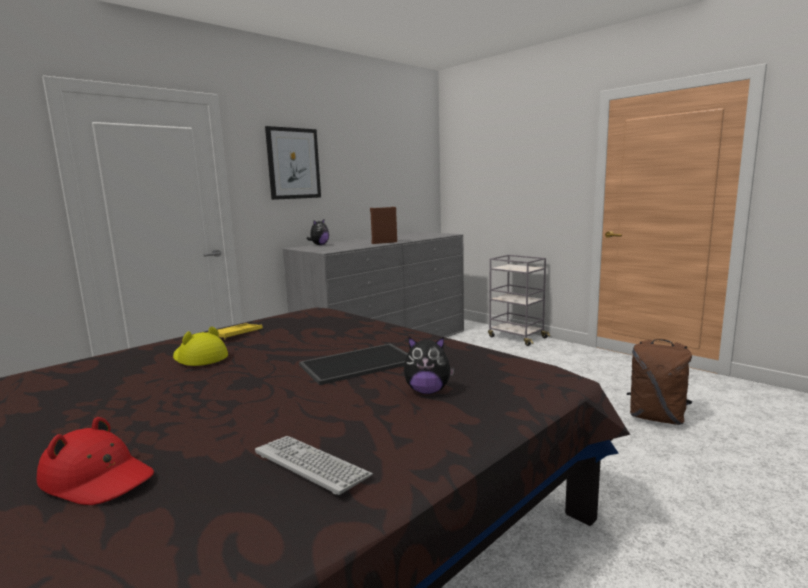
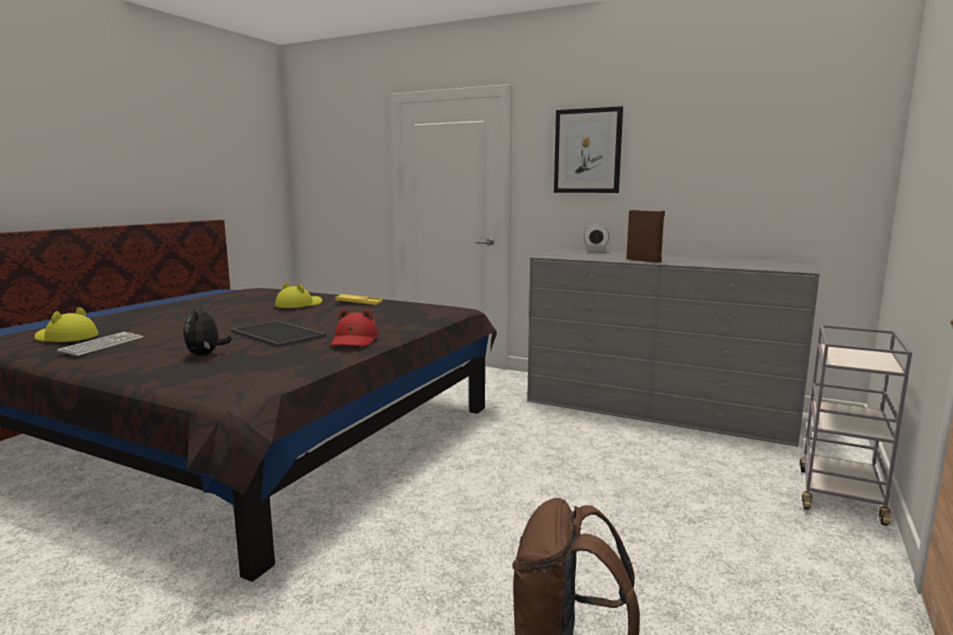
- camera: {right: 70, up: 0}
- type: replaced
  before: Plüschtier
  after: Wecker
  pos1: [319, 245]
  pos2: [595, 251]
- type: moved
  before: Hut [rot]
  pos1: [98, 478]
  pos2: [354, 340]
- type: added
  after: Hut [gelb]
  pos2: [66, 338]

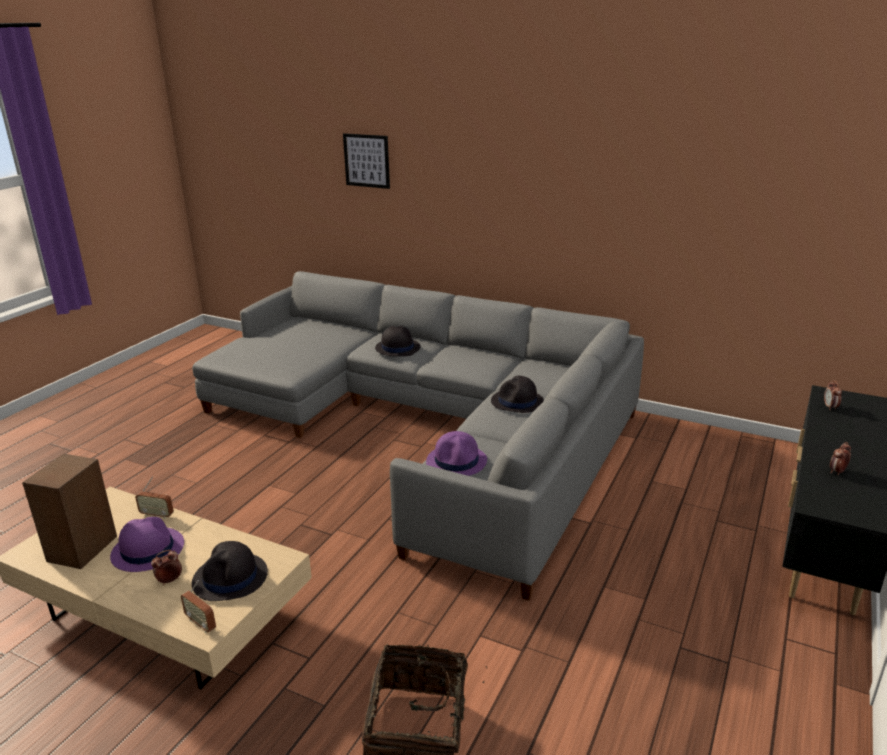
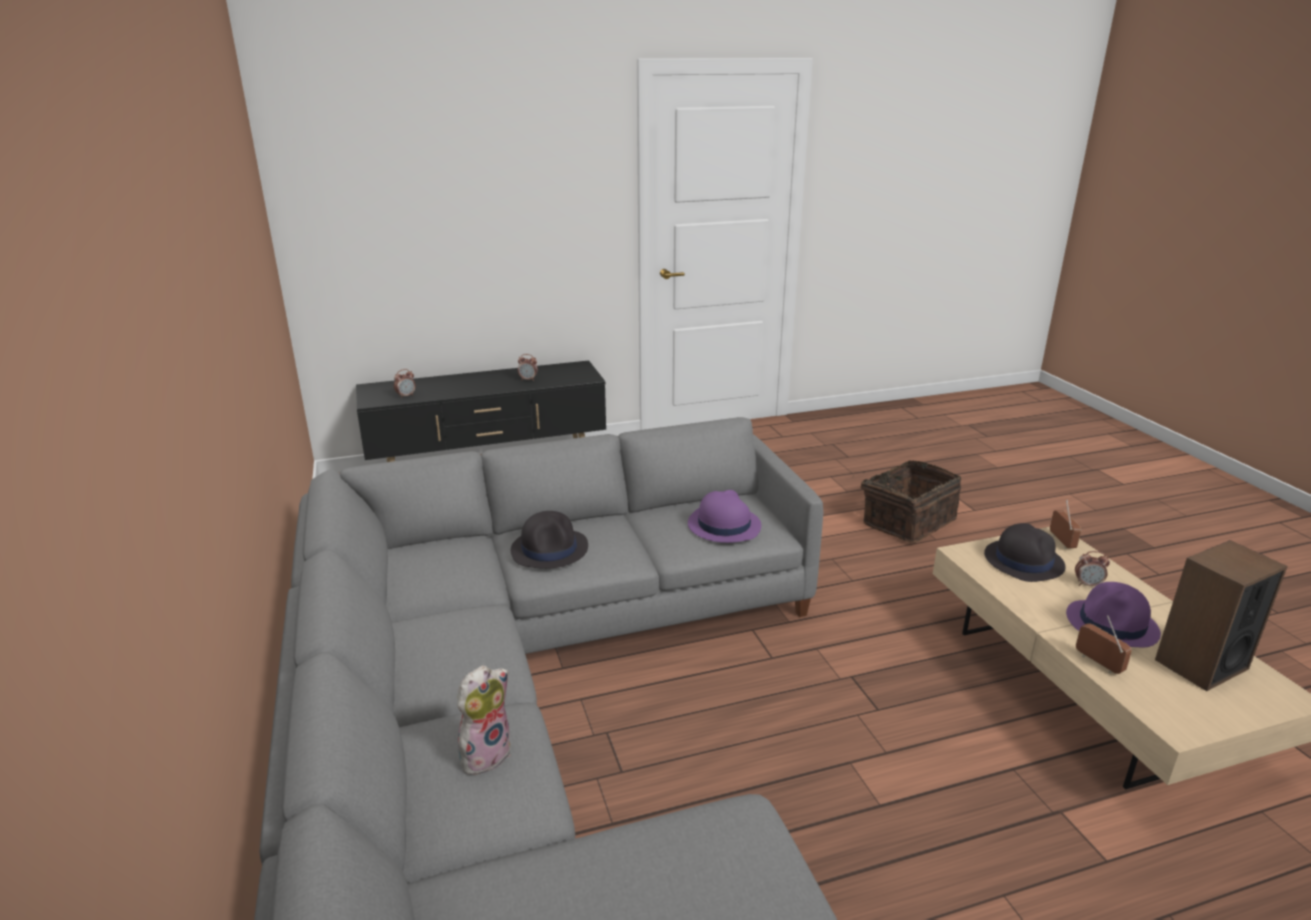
- camera: {right: -135, up: 0}
- type: removed
  before: Bild
  pos1: [367, 160]
- type: replaced
  before: Hut [schwarz]
  after: Plüschtier
  pos1: [397, 348]
  pos2: [485, 753]

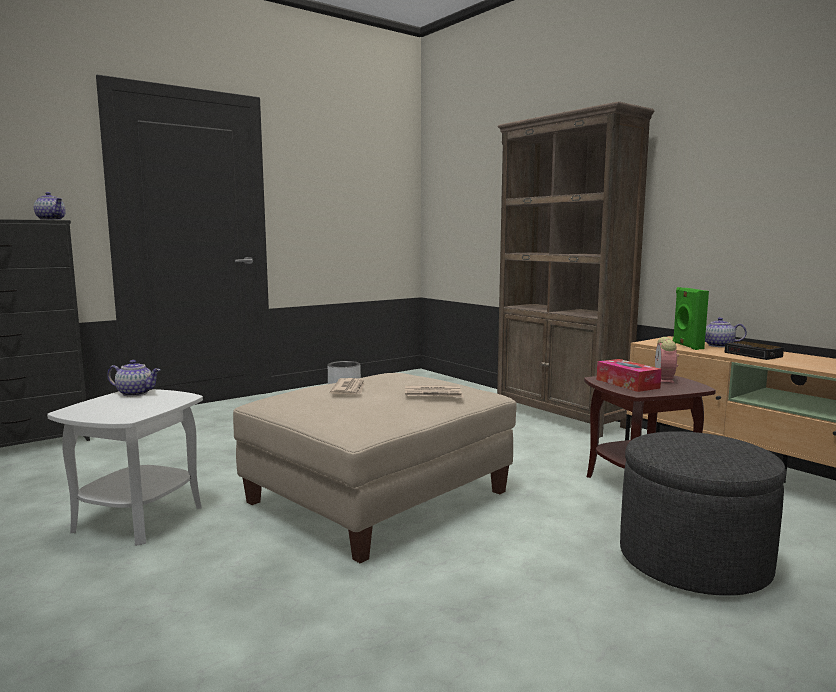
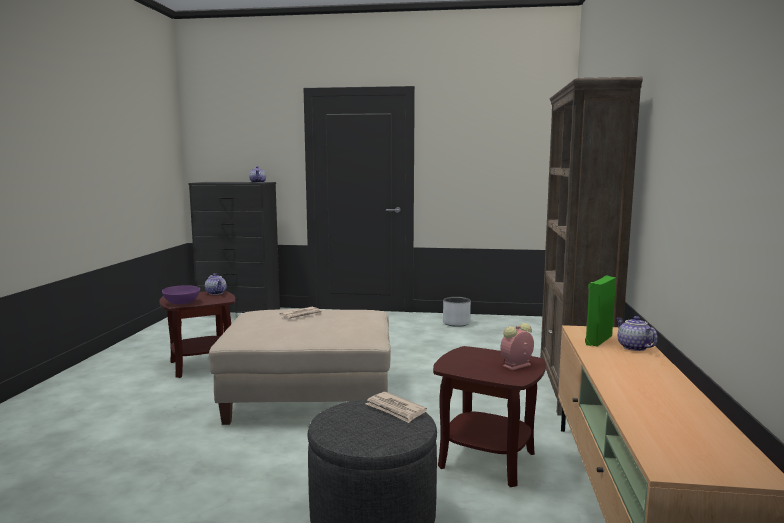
- camera: {right: 45, up: 0}
- type: removed
  before: Wecker
  pos1: [754, 355]
- type: removed
  before: Taschentuchbox
  pos1: [627, 384]
- type: moved
  before: Zeitung
  pos1: [433, 394]
  pos2: [395, 409]
- type: recoloured
  before: Beistelltisch [weiß]
  after: Beistelltisch [braun]
  pos1: [138, 518]
  pos2: [201, 365]
- type: added
  after: Schüssel [lila]
  pos2: [182, 303]

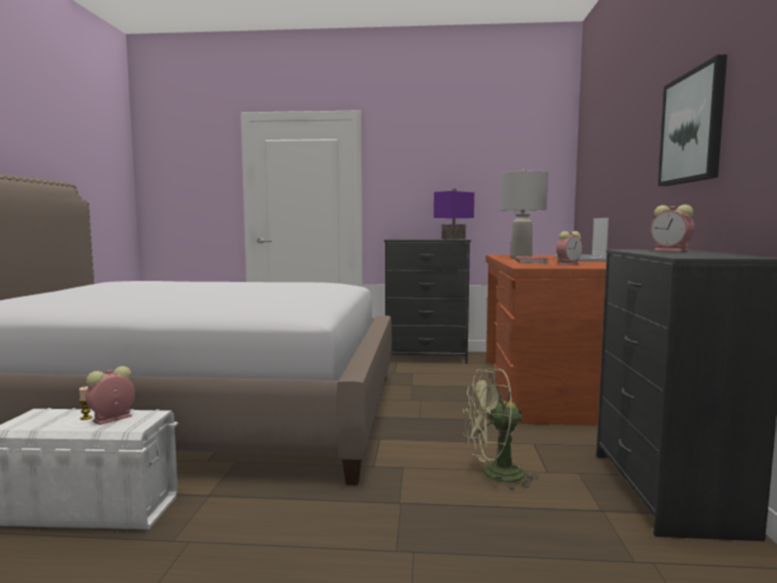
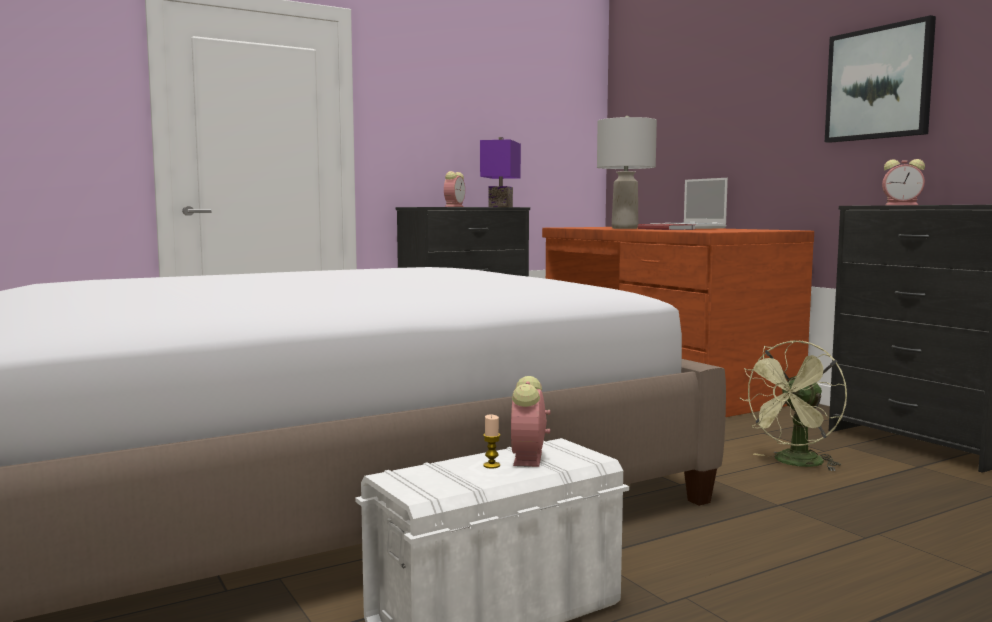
- camera: {right: -35, up: 0}
- type: moved
  before: Wecker
  pos1: [568, 264]
  pos2: [454, 206]

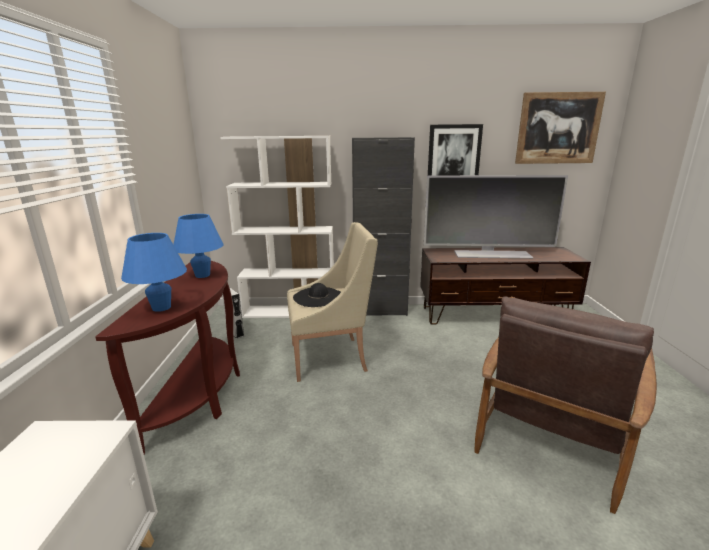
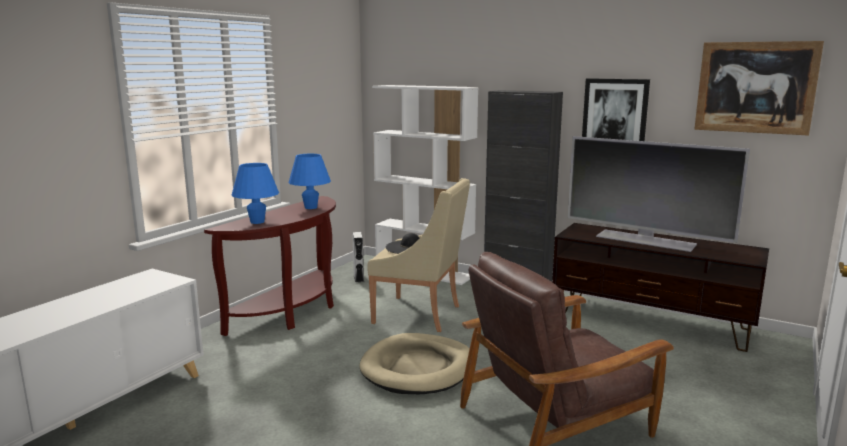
- camera: {right: 30, up: -5}
- type: added
  after: Hundebett [beige]
  pos2: [418, 368]

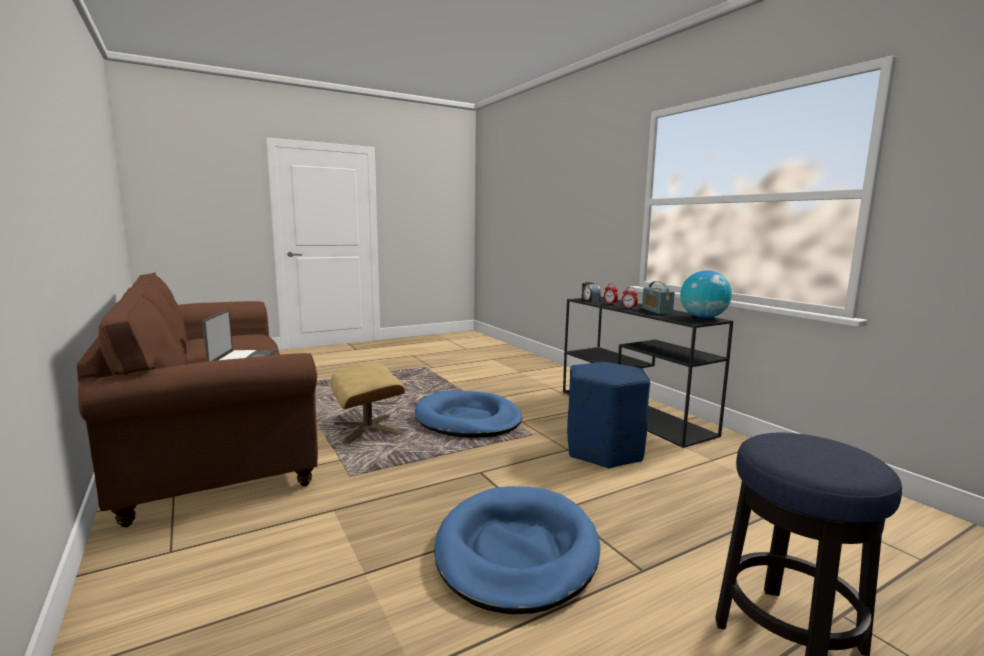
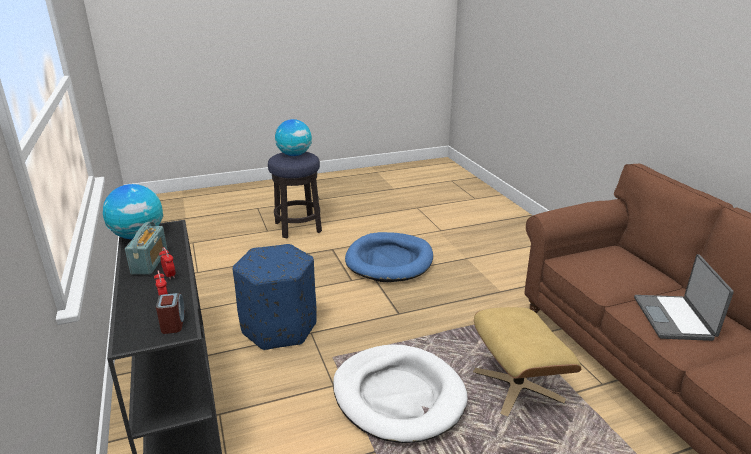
- camera: {right: -170, up: 15}
- type: recoloured
  before: Hundebett [blau]
  after: Hundebett [weiß]
  pos1: [468, 419]
  pos2: [398, 396]
- type: added
  after: Globus
  pos2: [294, 155]

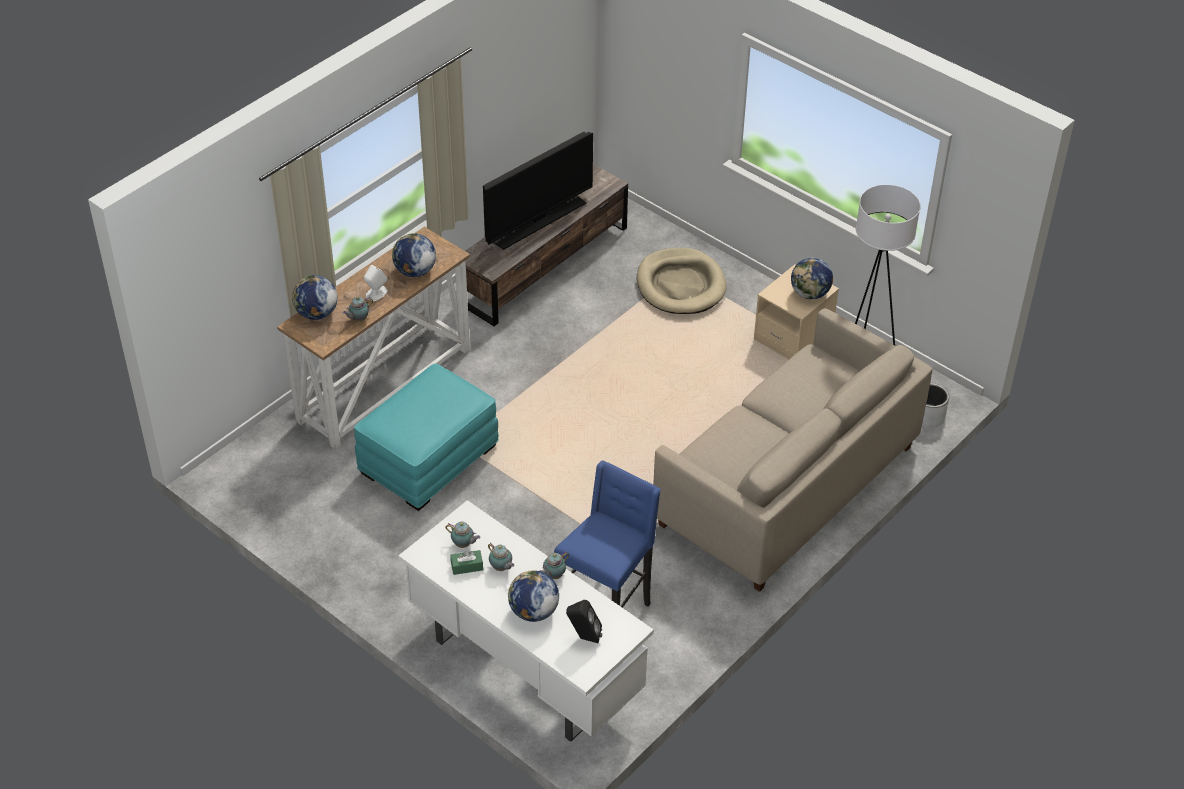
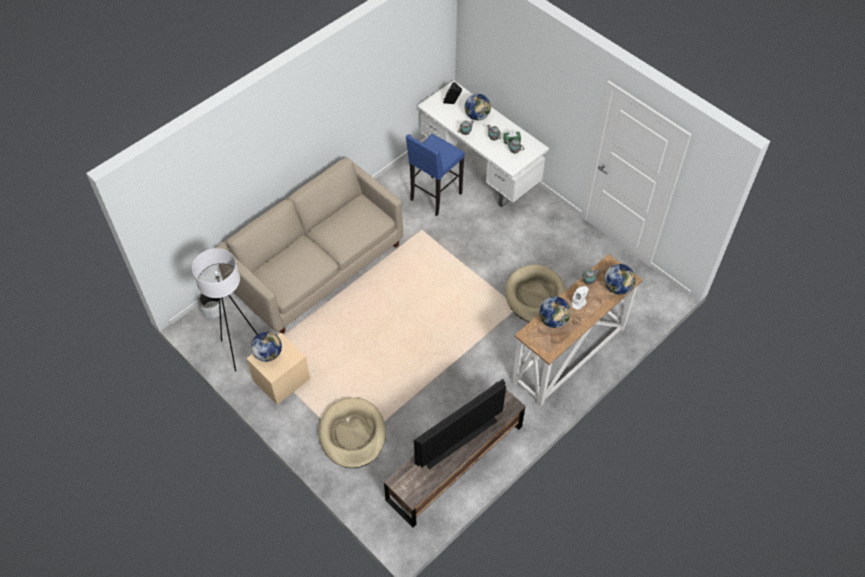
- camera: {right: -175, up: 10}
- type: replaced
  before: Polsterhocker [türkis]
  after: Hundebett [beige]
  pos1: [429, 459]
  pos2: [536, 296]

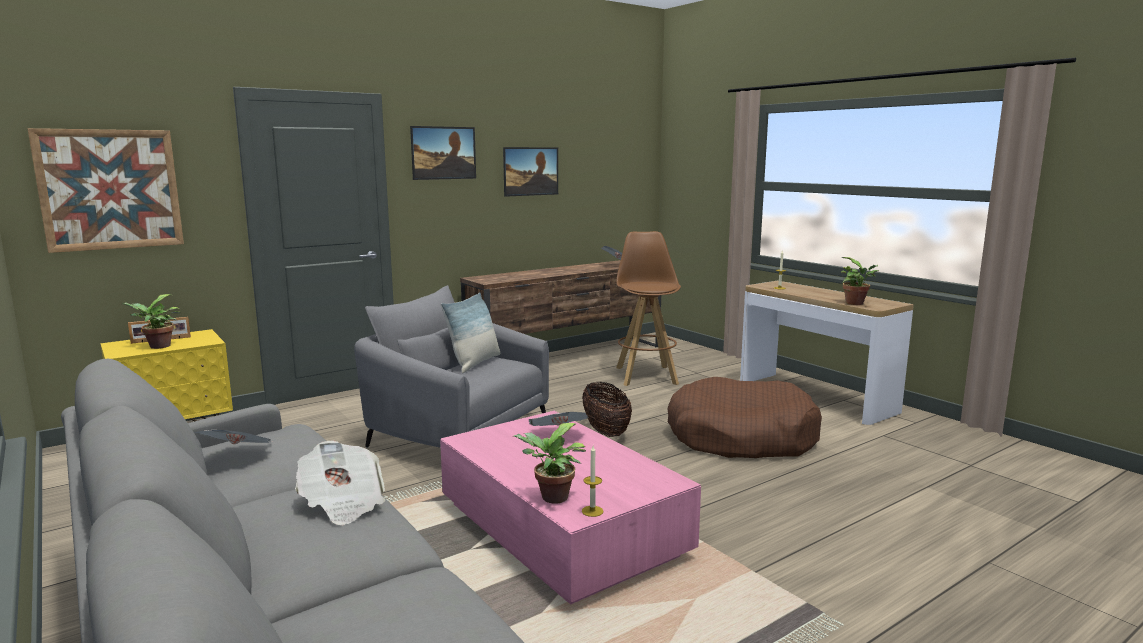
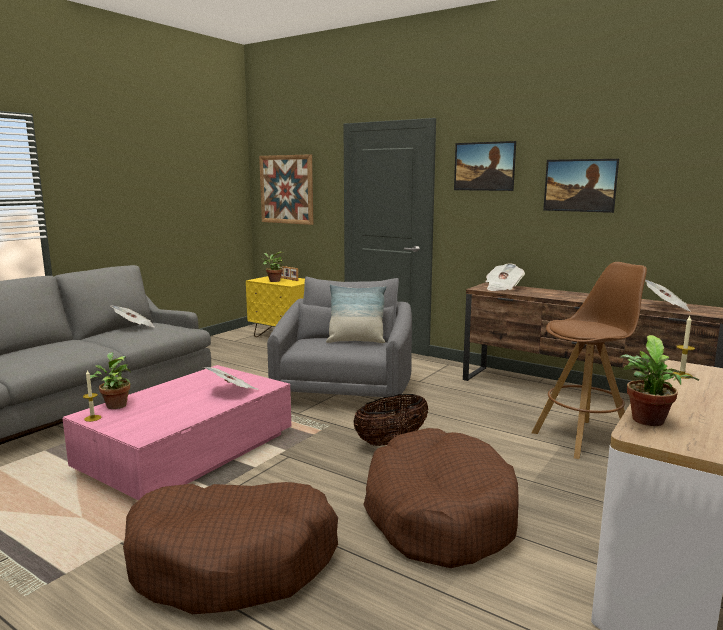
- camera: {right: 70, up: 0}
- type: moved
  before: Zeitung
  pos1: [342, 503]
  pos2: [502, 288]
- type: added
  after: Hundebett [braun]
  pos2: [233, 561]

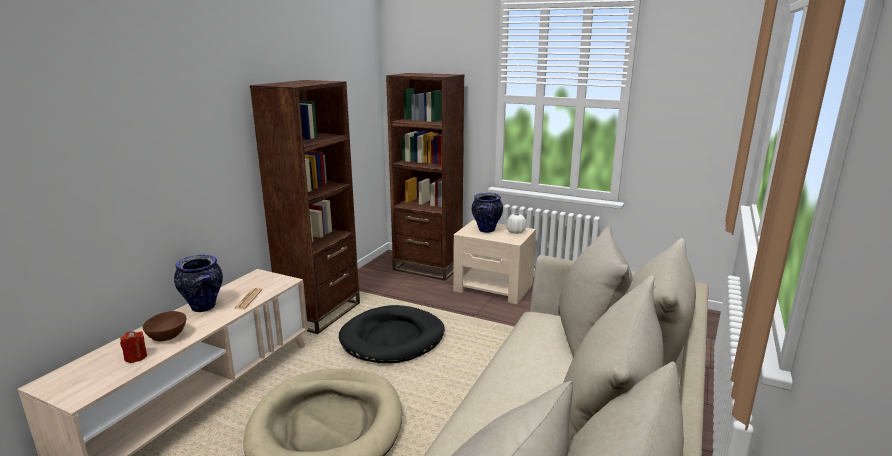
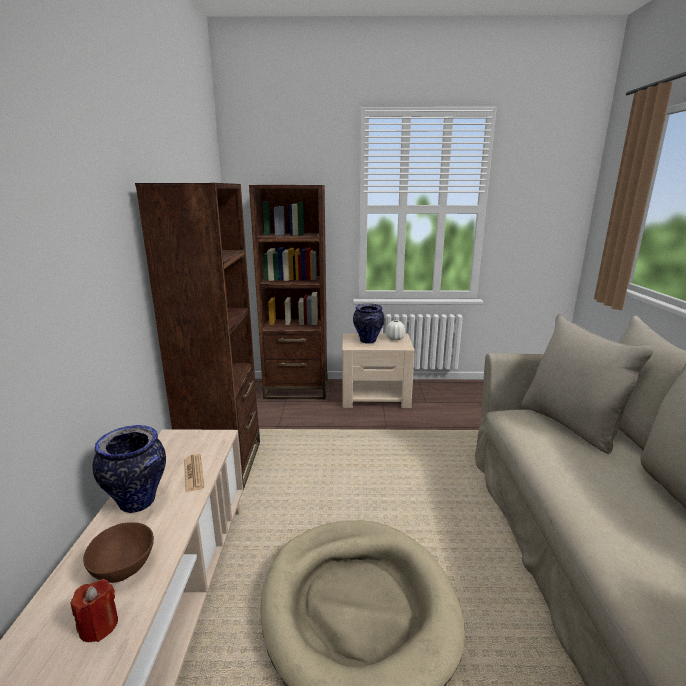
- camera: {right: -25, up: 0}
- type: removed
  before: Hundebett [schwarz]
  pos1: [393, 338]

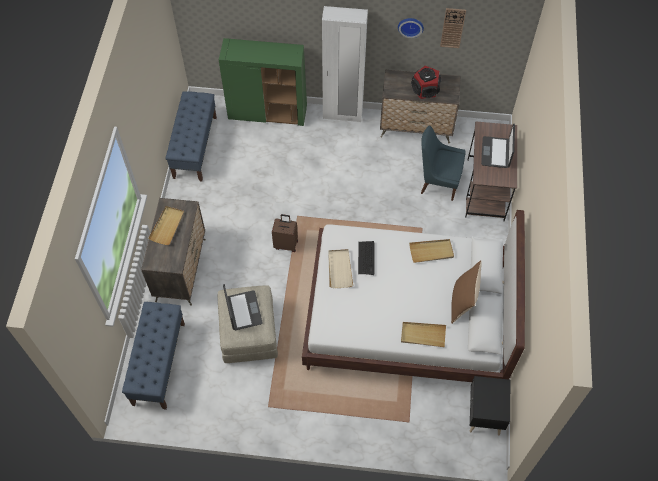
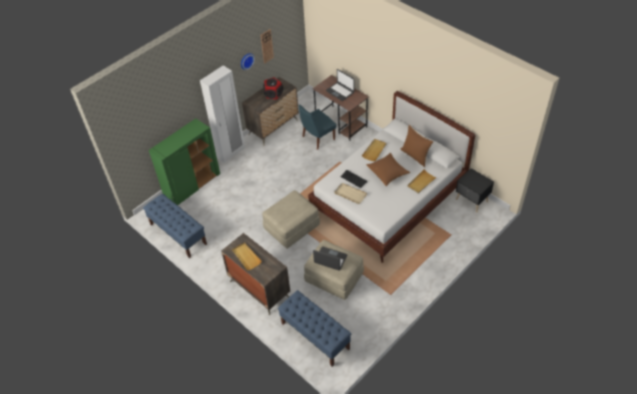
- camera: {right: -50, up: -10}
- type: replaced
  before: Koffer [braun]
  after: Polsterhocker [beige]
  pos1: [286, 244]
  pos2: [292, 227]
- type: added
  after: Kissen [braun]
  pos2: [388, 174]

